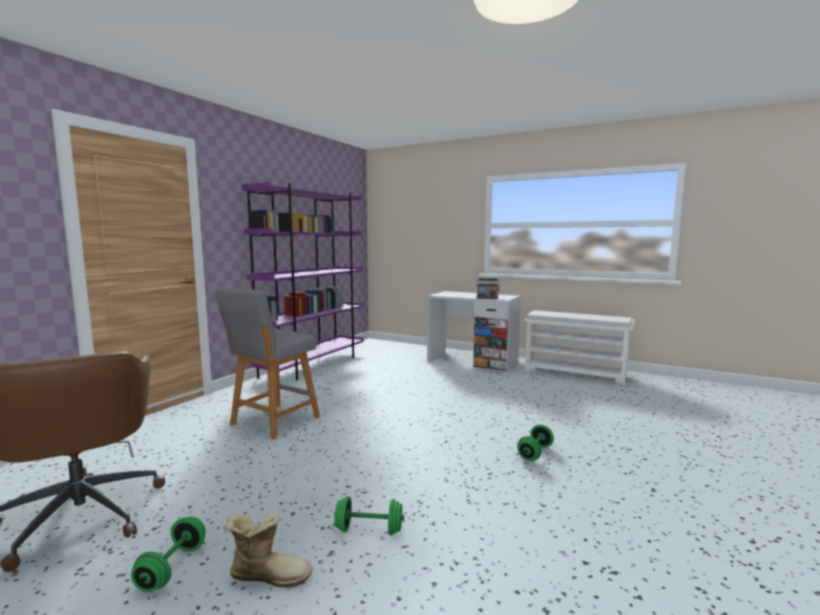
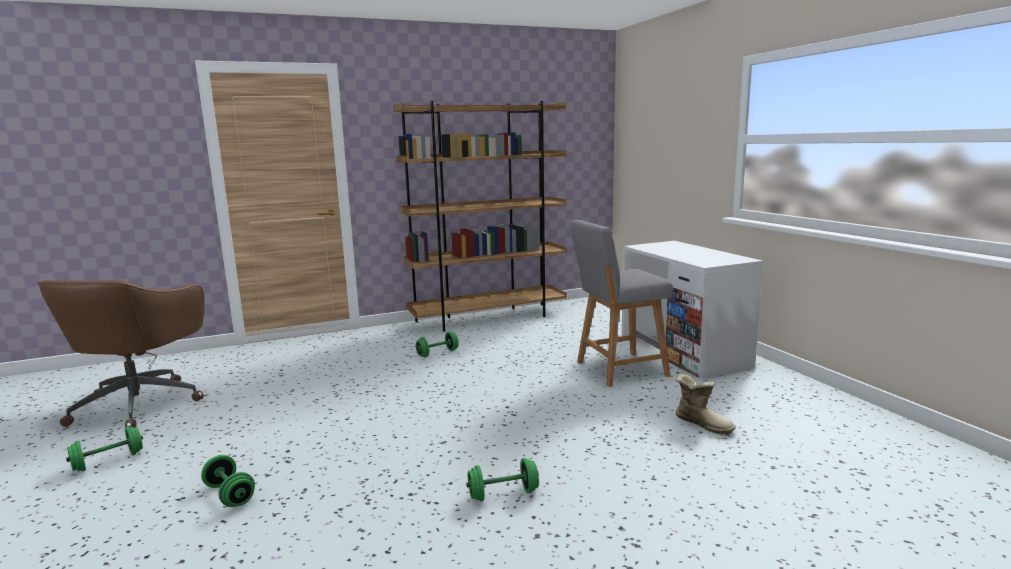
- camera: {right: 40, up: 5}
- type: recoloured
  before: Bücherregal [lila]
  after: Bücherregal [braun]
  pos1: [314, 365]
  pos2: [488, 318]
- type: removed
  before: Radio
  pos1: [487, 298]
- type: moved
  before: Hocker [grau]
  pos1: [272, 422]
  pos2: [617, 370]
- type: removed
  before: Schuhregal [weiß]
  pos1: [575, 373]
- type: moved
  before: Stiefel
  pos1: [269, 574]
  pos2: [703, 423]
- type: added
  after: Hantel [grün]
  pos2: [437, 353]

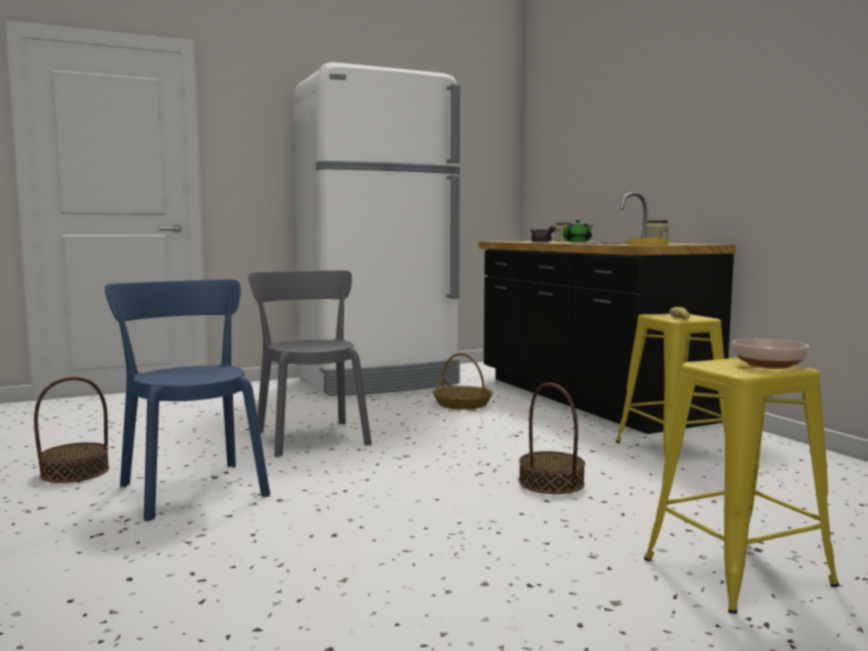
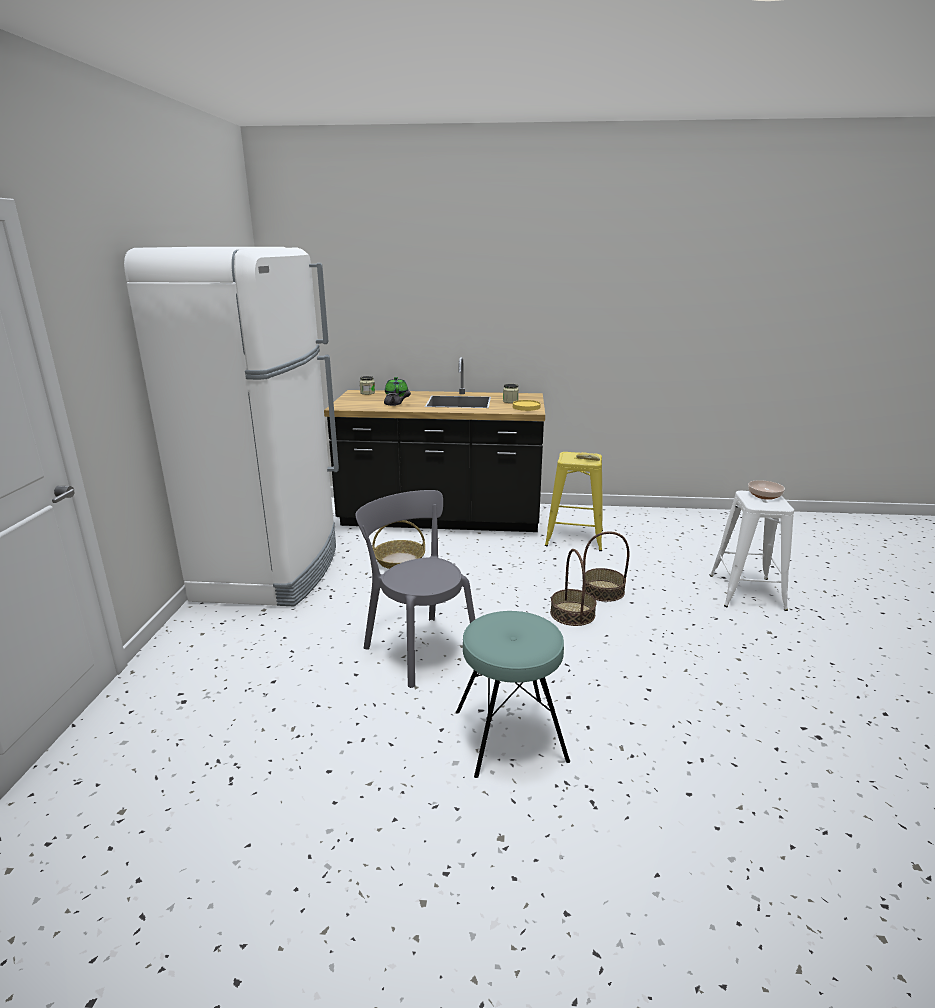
- camera: {right: -60, up: 15}
- type: turned
  before: Stuhl [grau]
  pos1: [311, 437]
  pos2: [418, 647]
  turn: 45
- type: replaced
  before: Stuhl [blau]
  after: Hocker [türkis]
  pos1: [192, 488]
  pos2: [510, 735]
- type: recoloured
  before: Hocker [gelb]
  after: Hocker [weiß]
  pos1: [737, 572]
  pos2: [746, 592]
- type: moved
  before: Korb
  pos1: [75, 472]
  pos2: [572, 613]

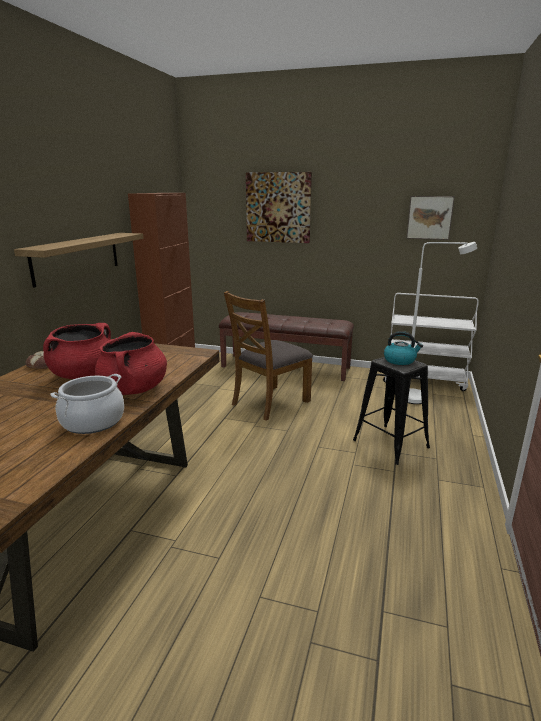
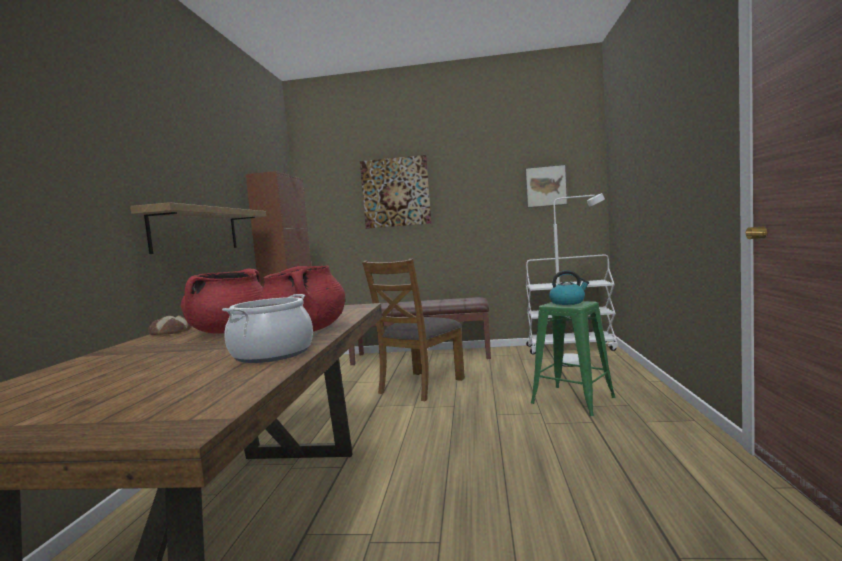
- camera: {right: -10, up: -15}
- type: recoloured
  before: Hocker [schwarz]
  after: Hocker [grün]
  pos1: [391, 444]
  pos2: [573, 400]

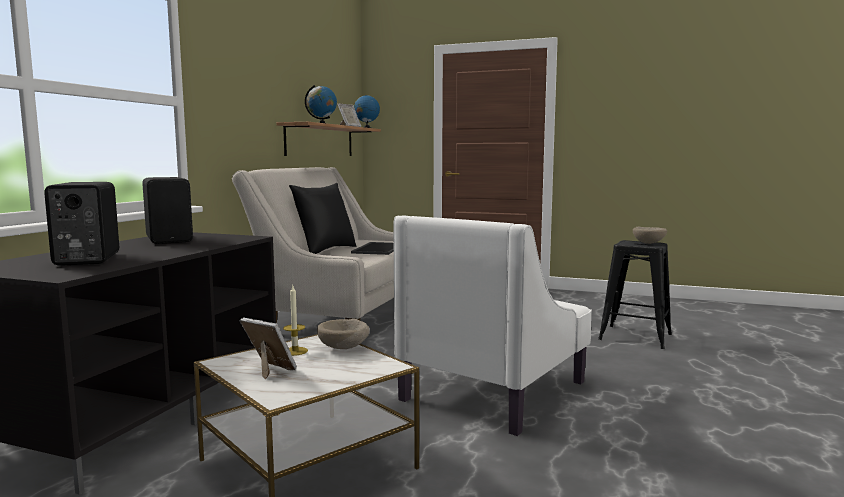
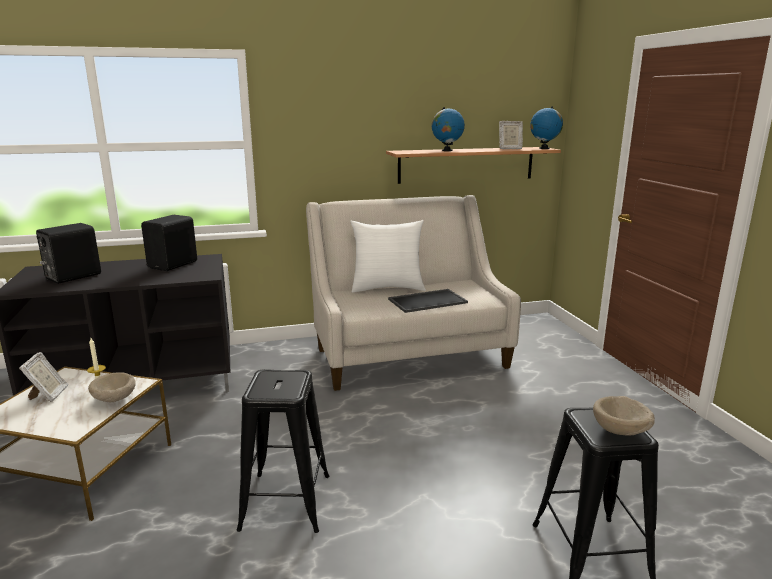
- camera: {right: 55, up: 10}
- type: recoloured
  before: Kissen [schwarz]
  after: Kissen [weiß]
  pos1: [325, 250]
  pos2: [387, 288]
- type: replaced
  before: Sessel [weiß]
  after: Hocker [schwarz]
  pos1: [496, 390]
  pos2: [286, 502]

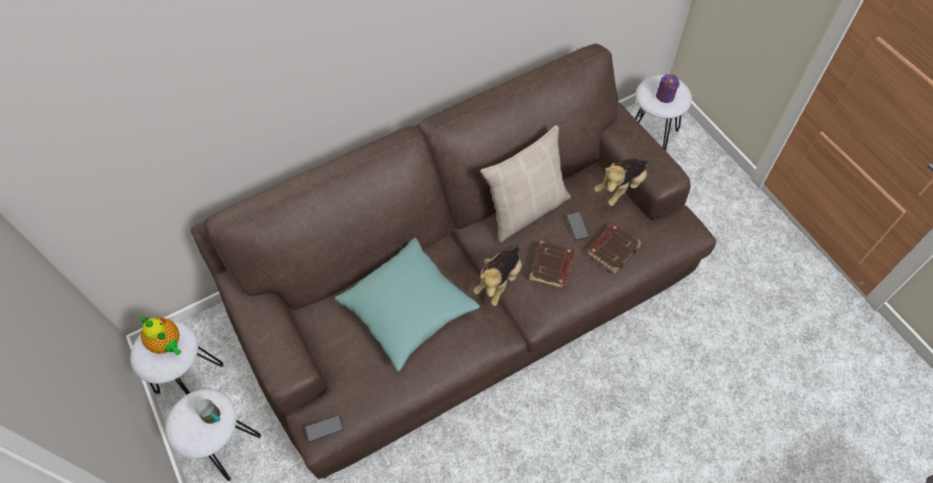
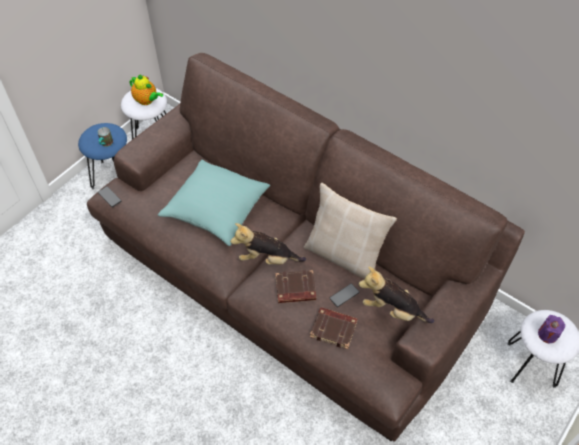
- camera: {right: 65, up: -5}
- type: turned
  before: Teekanne
  pos1: [168, 344]
  pos2: [147, 101]
  turn: -75
- type: recoloured
  before: Hocker [weiß]
  after: Hocker [blau]
  pos1: [224, 445]
  pos2: [114, 176]

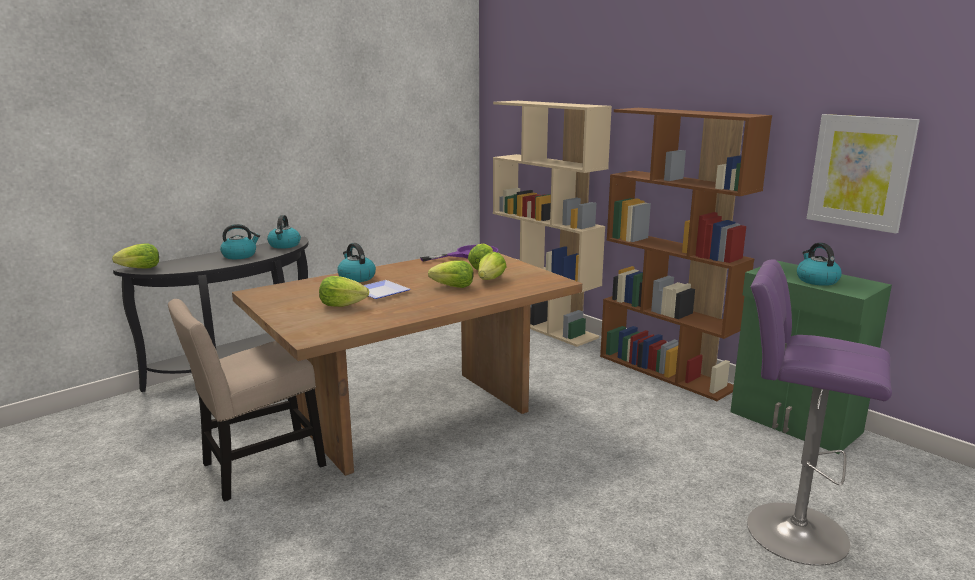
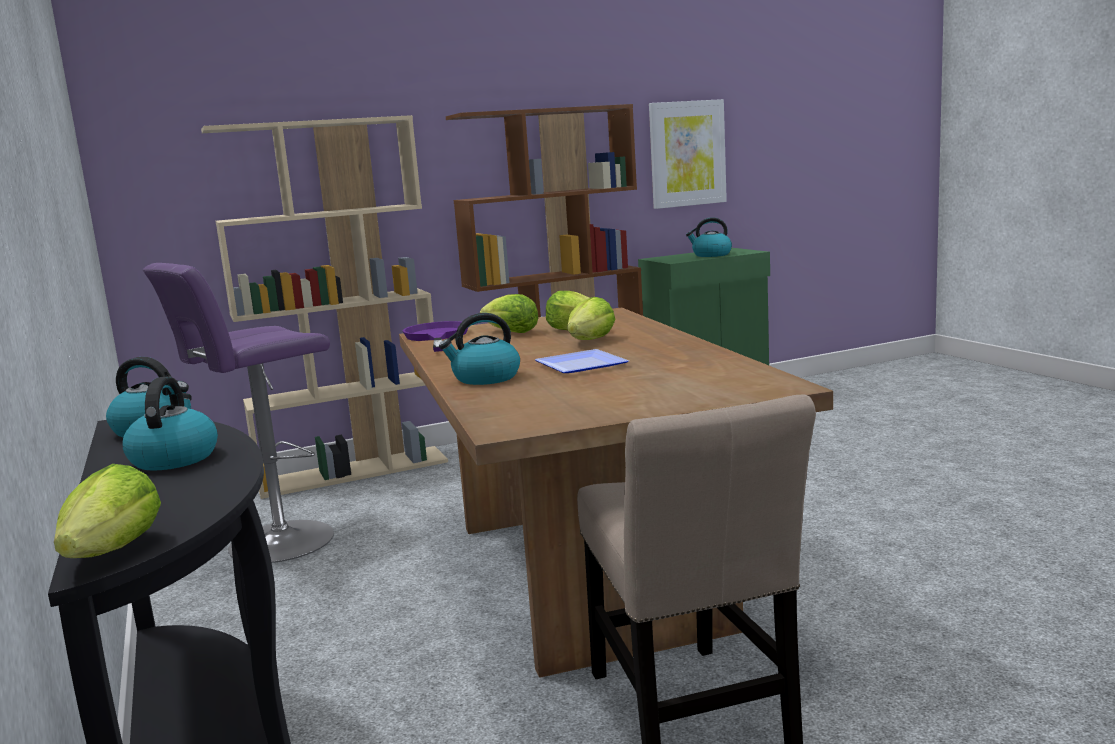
- camera: {right: -70, up: -5}
- type: moved
  before: Hocker [lila]
  pos1: [788, 530]
  pos2: [274, 544]
- type: removed
  before: Salatkopf
  pos1: [342, 305]

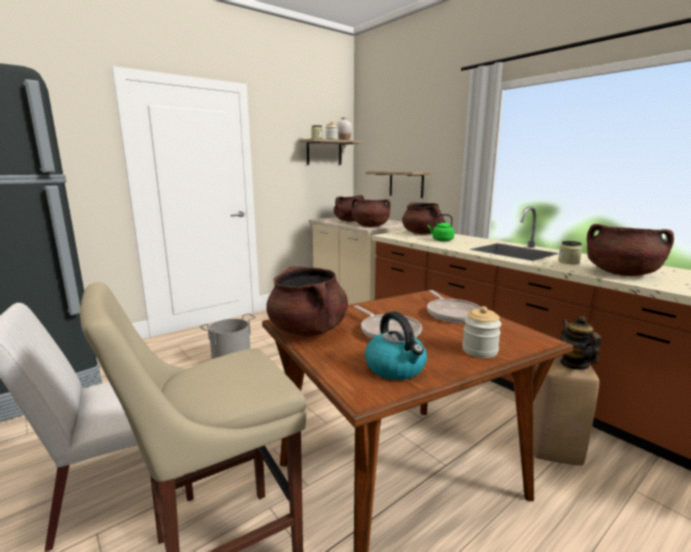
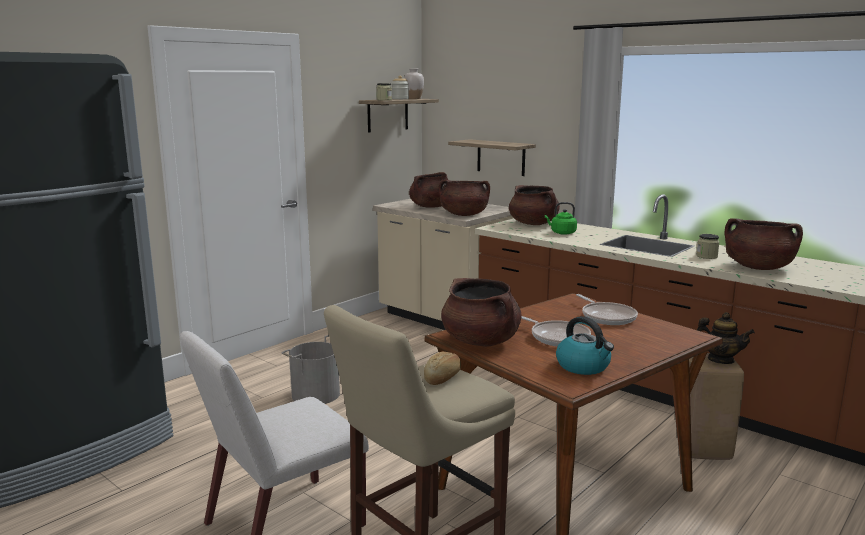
- camera: {right: -10, up: 0}
- type: removed
  before: Vorratsglas
  pos1: [479, 351]
- type: turned
  before: Teekanne
  pos1: [574, 364]
  pos2: [720, 360]
  turn: 135
- type: added
  after: Brot
  pos2: [443, 378]

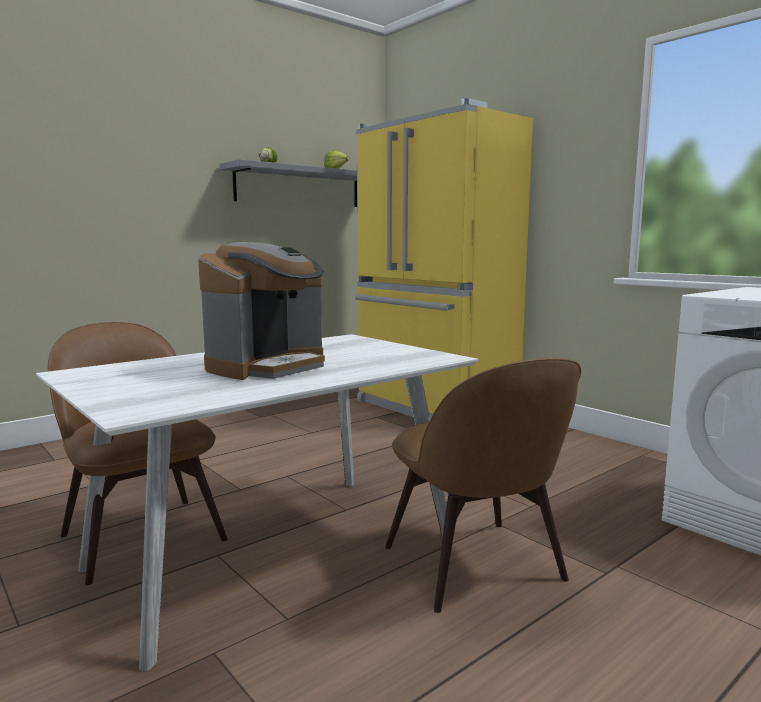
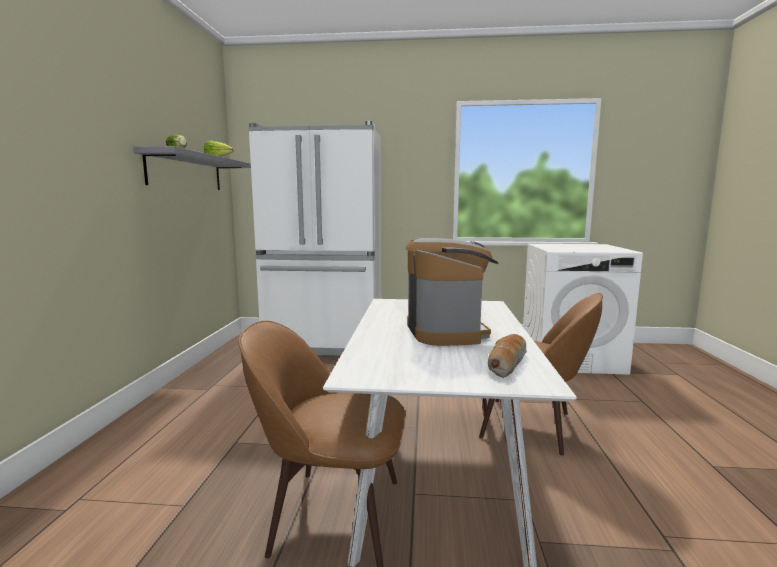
- camera: {right: -45, up: 0}
- type: recoloured
  before: Kühlschrank [gelb]
  after: Kühlschrank [weiß]
  pos1: [433, 409]
  pos2: [324, 346]
- type: added
  after: Brot
  pos2: [507, 362]

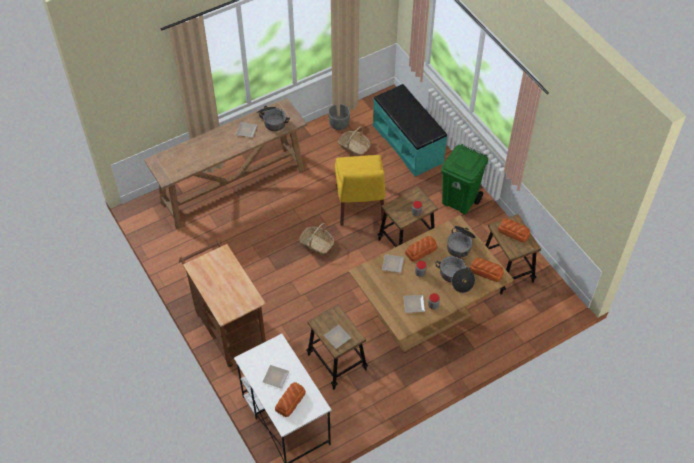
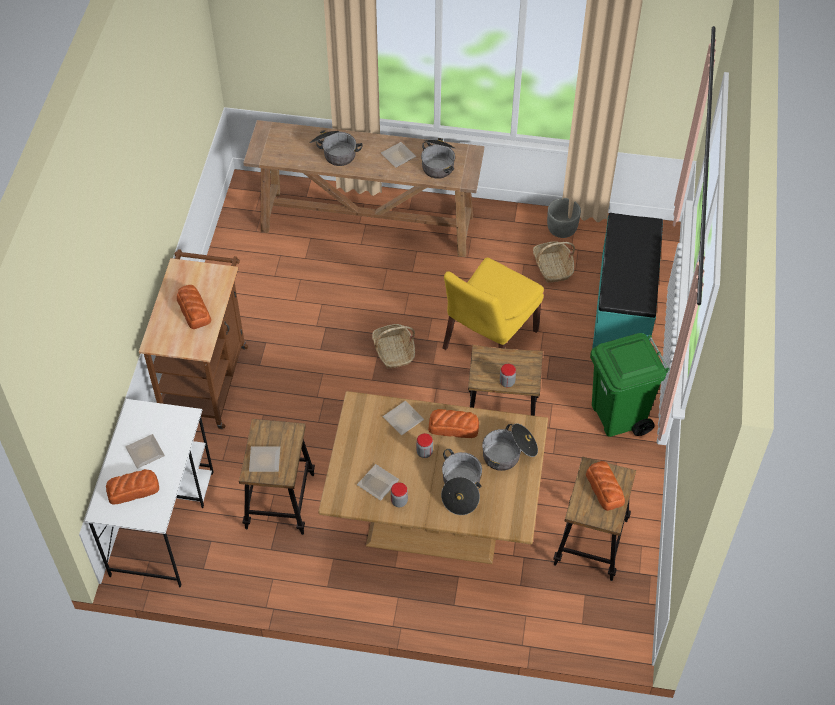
- camera: {right: 40, up: 0}
- type: moved
  before: Brot
  pos1: [486, 271]
  pos2: [194, 309]
- type: added
  after: Kochtopf
  pos2: [334, 152]

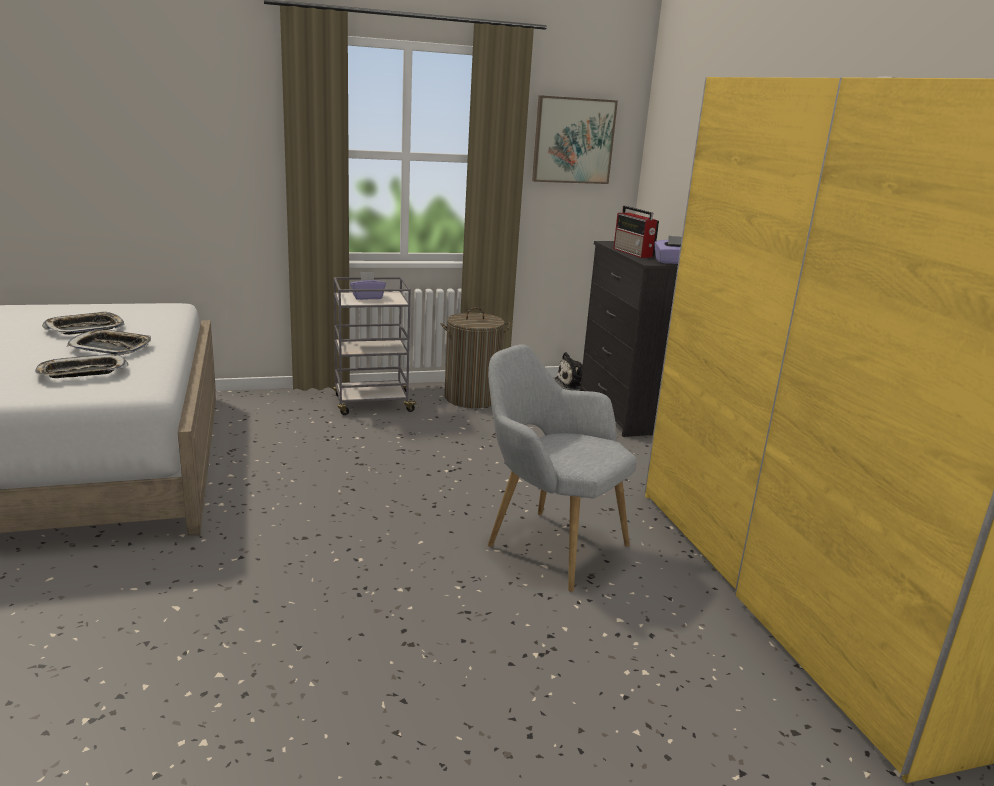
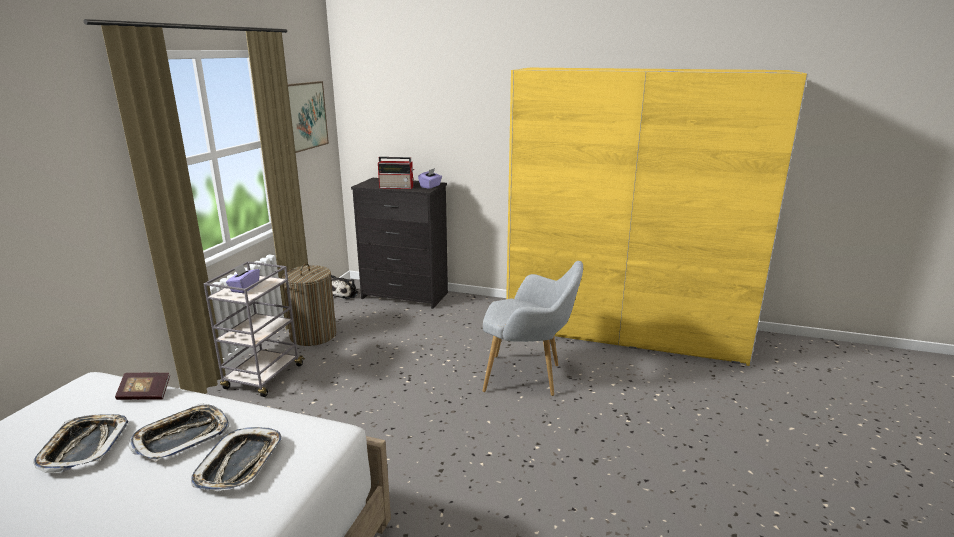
- camera: {right: -55, up: 0}
- type: turned
  before: Sessel [grau]
  pos1: [548, 544]
  pos2: [528, 377]
  turn: -150
- type: added
  after: Buch
  pos2: [145, 394]

